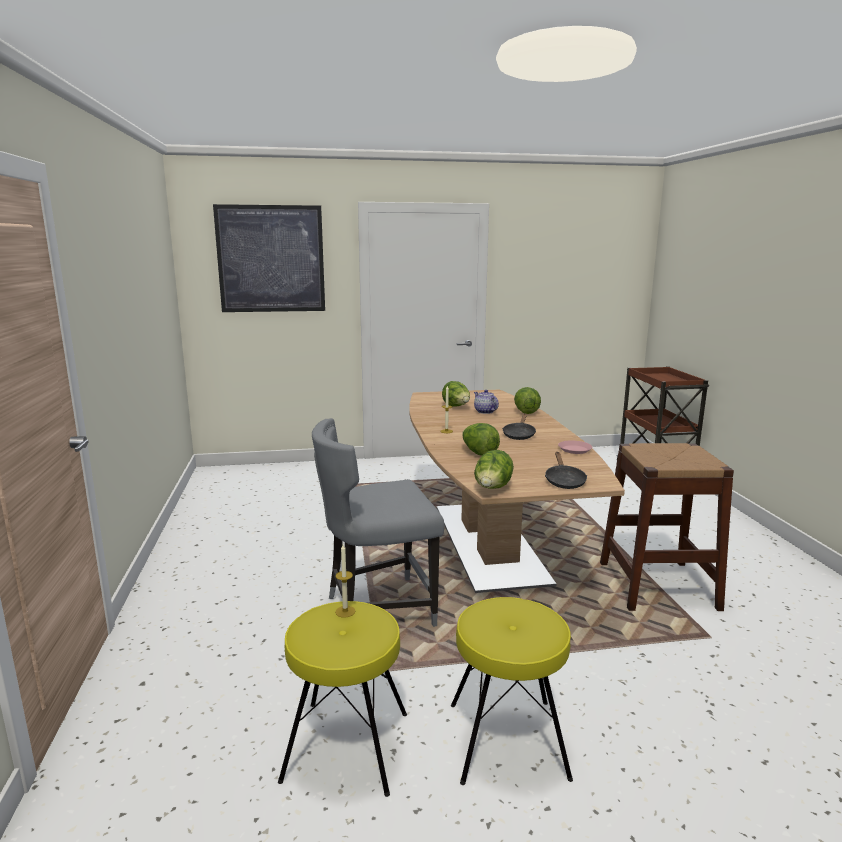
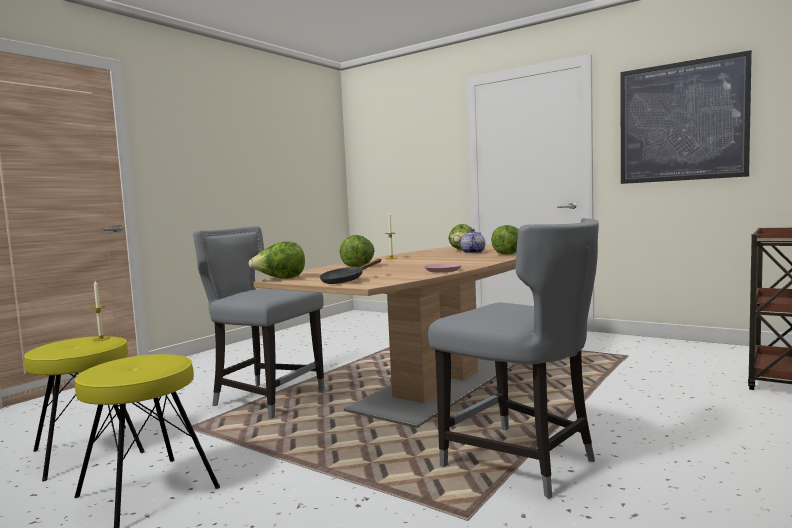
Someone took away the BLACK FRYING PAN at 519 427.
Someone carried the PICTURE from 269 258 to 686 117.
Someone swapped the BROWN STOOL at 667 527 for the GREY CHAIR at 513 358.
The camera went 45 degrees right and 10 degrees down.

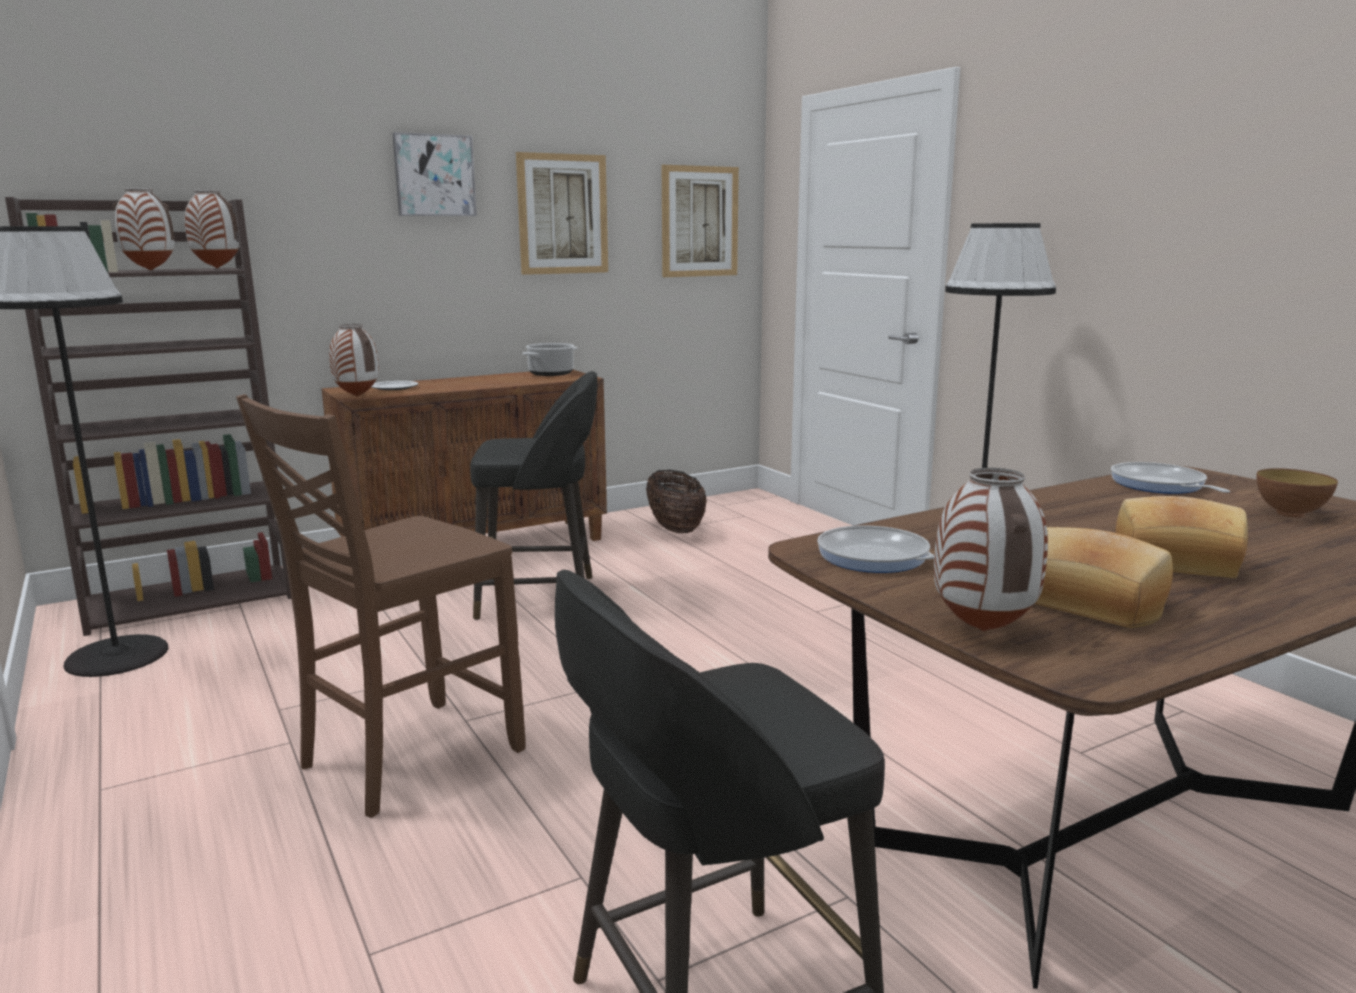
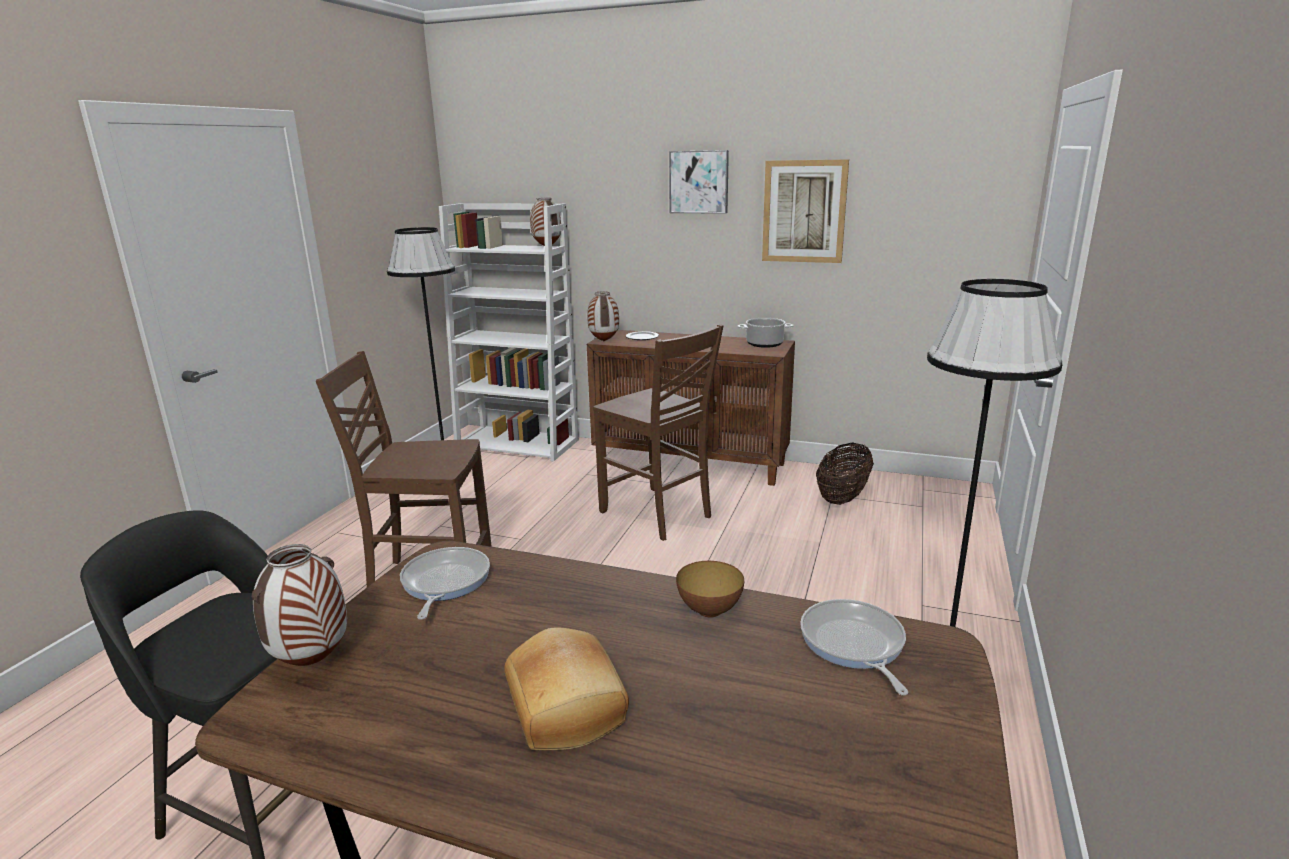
Someone took away the VASE at 144 229.
Someone took away the PICTURE at 700 221.
Someone took away the BREAD at 1104 577.
Someone carried the BOWL from 1297 492 to 710 589.
Someone swapped the BLACK STOOL at 534 495 for the BROWN CHAIR at 658 432.
Someone repainted the BROWN BOOKCASE at 148 416, which became the WHITE BOOKCASE at 509 332.
Someone rotated the FRYING PAN at 1171 478 by 45 degrees counterclockwise.
The camera went 50 degrees right and 5 degrees up.

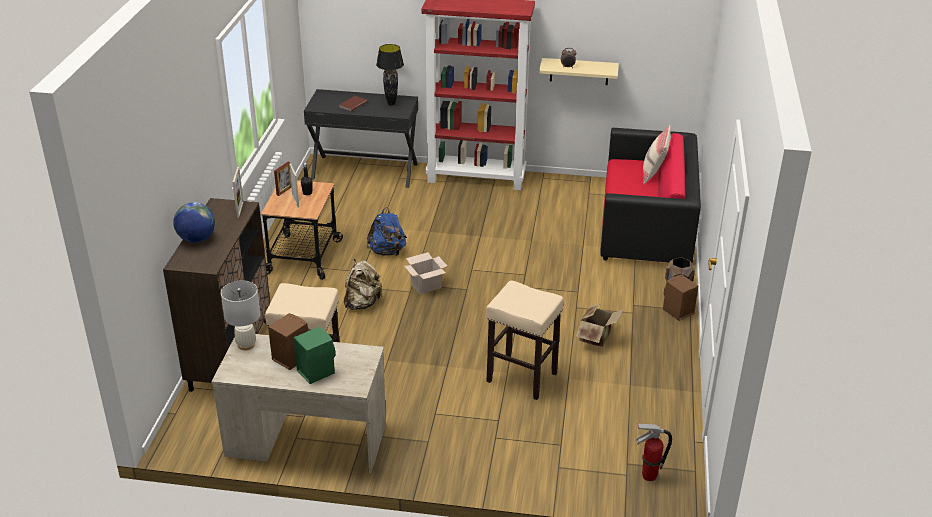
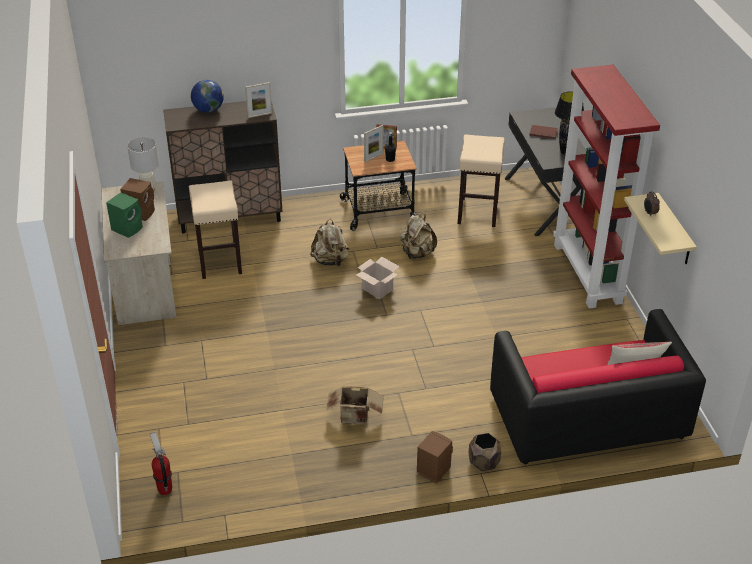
Someone carried the BEIGE STOOL from 525 340 to 481 181.
Someone repainted the BLUE BACKPACK at 387 231, which became the BEIGE BACKPACK at 418 236.
The camera went 70 degrees right and 5 degrees up.

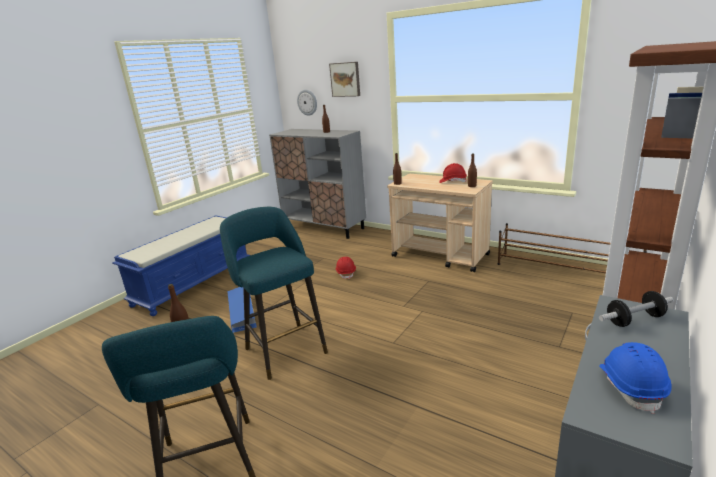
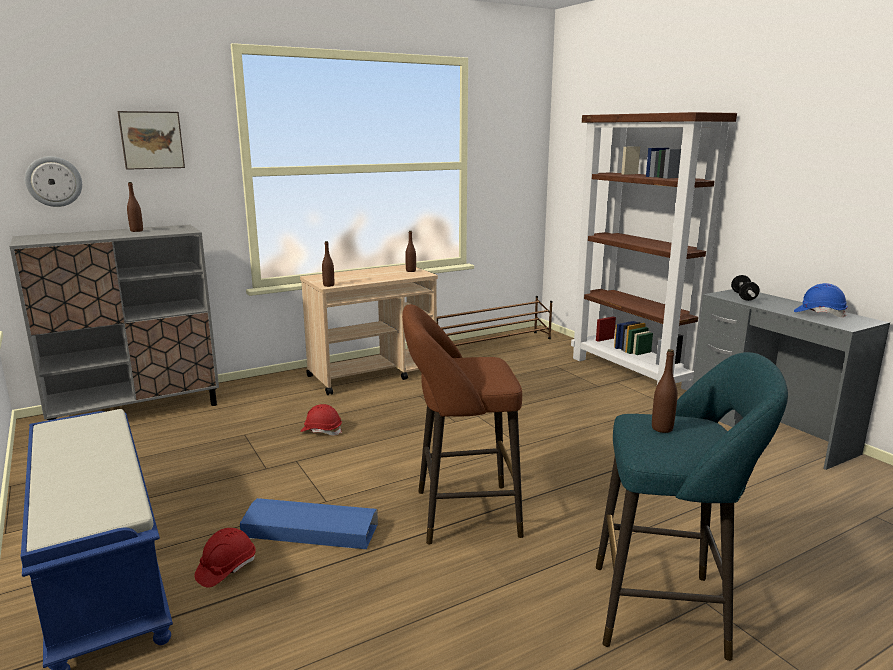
Someone carried the RED HARD HAT from 453 173 to 225 557.
Someone repainted the TURQUOISE STOOL at 274 293, which became the BROWN STOOL at 463 424.
The camera went 65 degrees left and 5 degrees down.

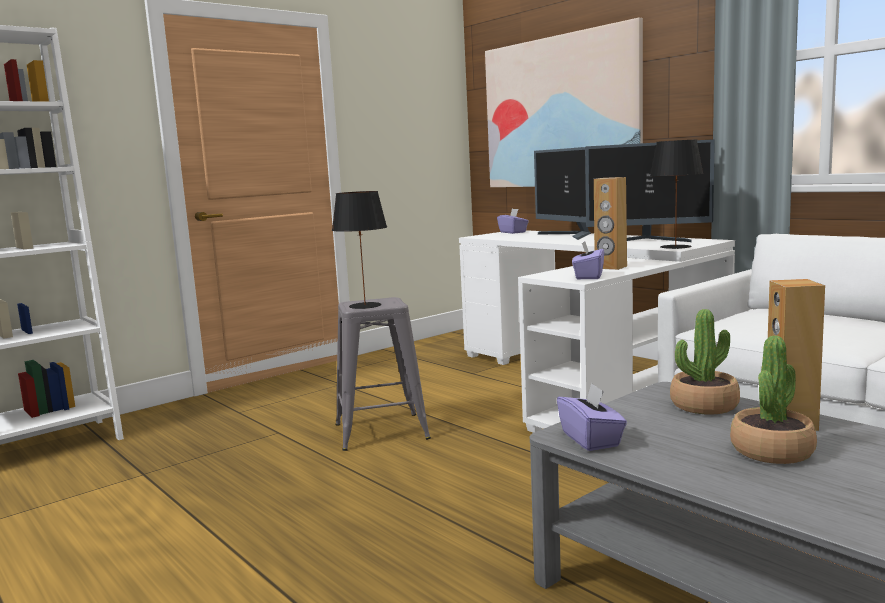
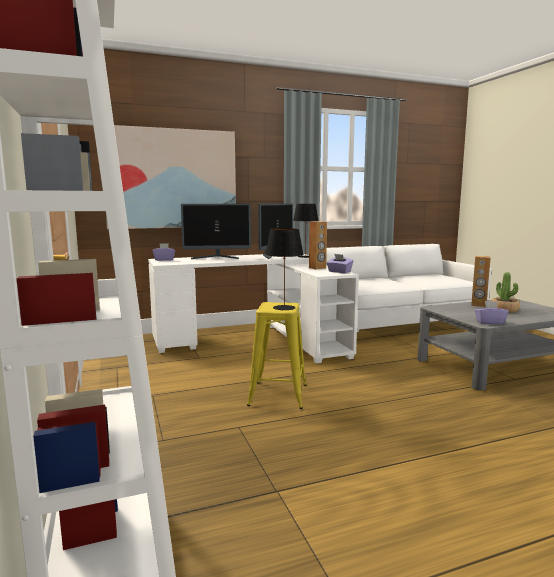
Someone took away the POTTED PLANT at 705 362.
Someone repainted the GREY STOOL at 383 374, which became the YELLOW STOOL at 276 355.
The camera went 70 degrees left and 0 degrees up.

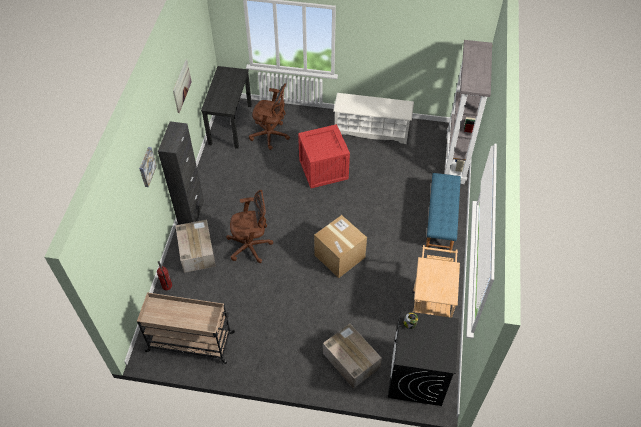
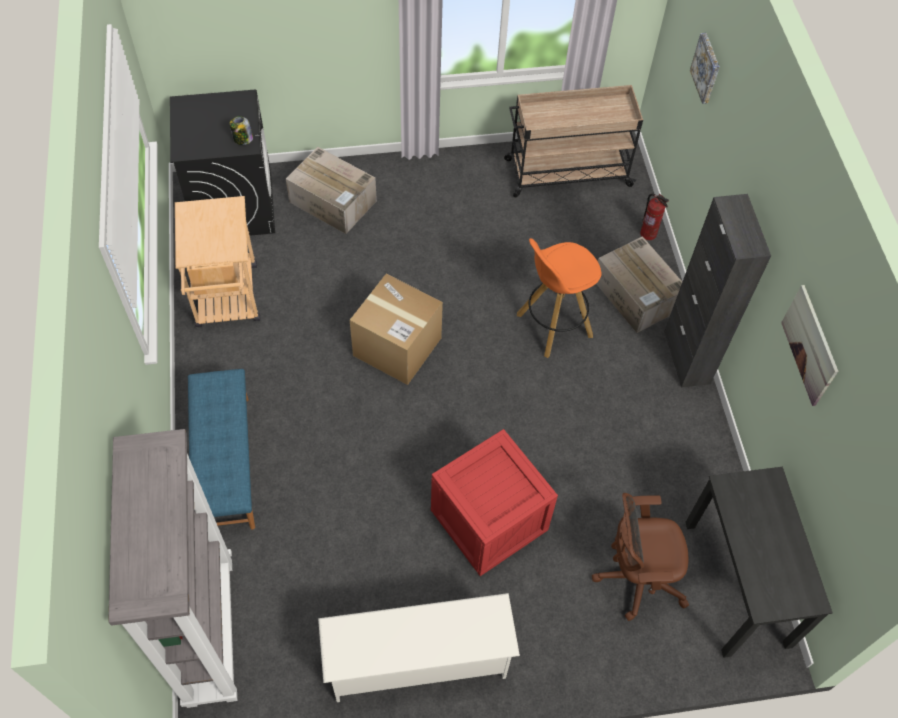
Someone carried the PICTURE from 148 167 to 705 68.
Someone swapped the BROWN OFFICE CHAIR at 249 226 for the ORANGE STOOL at 559 298.
The camera went 160 degrees right and 5 degrees up.

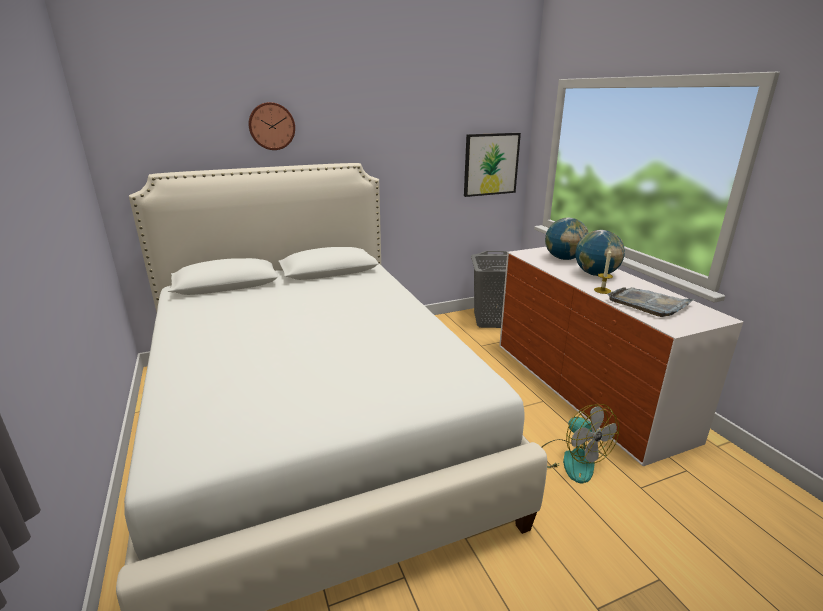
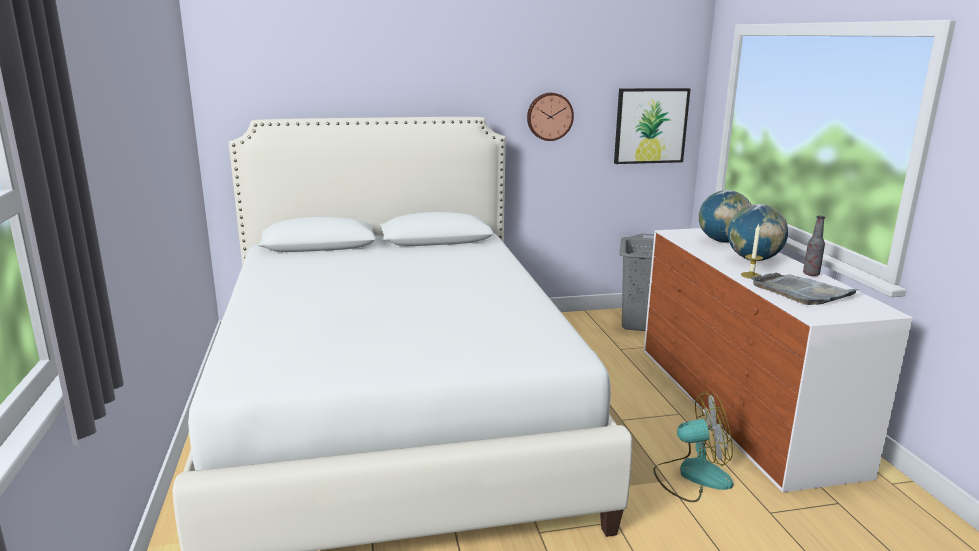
Someone put down the BOTTLE at 814 245.
Someone carried the WALL CLOCK from 271 126 to 550 117.
Someone rotated the FAN at 580 443 by 75 degrees counterclockwise.
The camera went 10 degrees right and 5 degrees down.

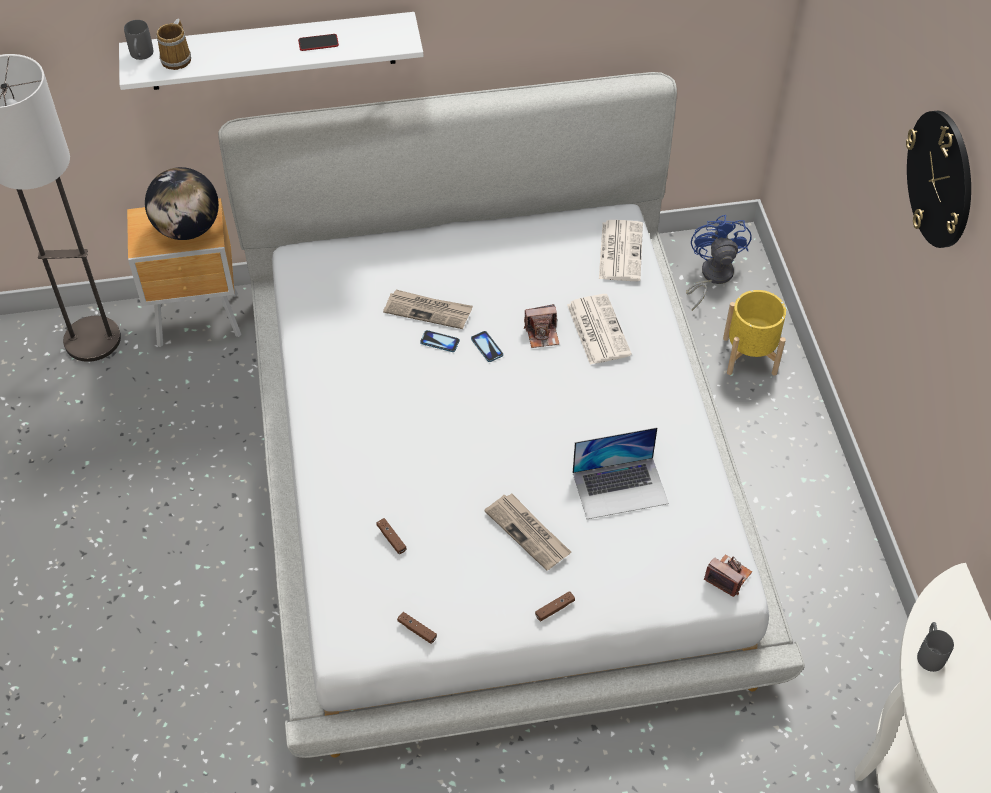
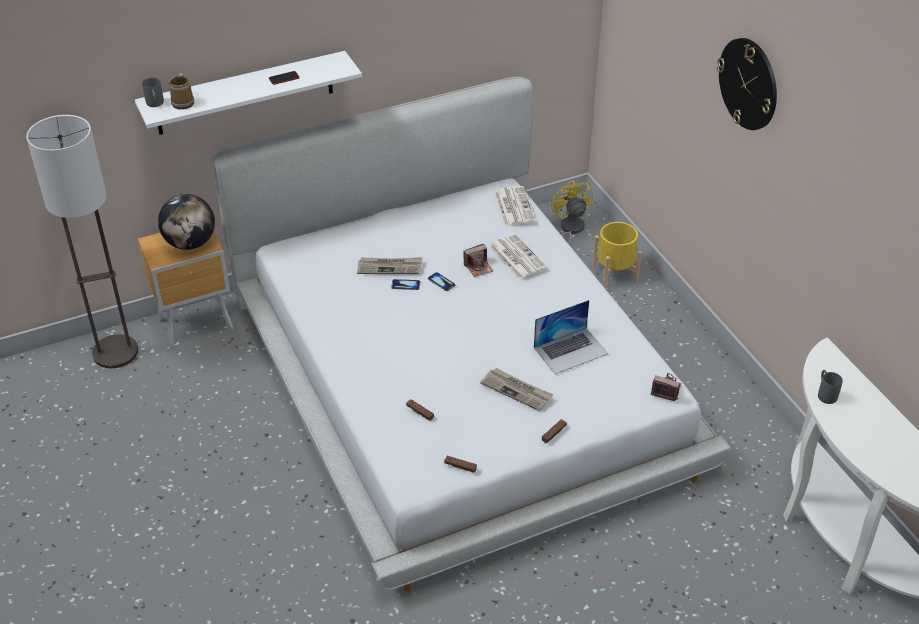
Someone repainted the BLUE FAN at 719 263, which became the YELLOW FAN at 572 212.
The camera went 15 degrees left and 10 degrees down.

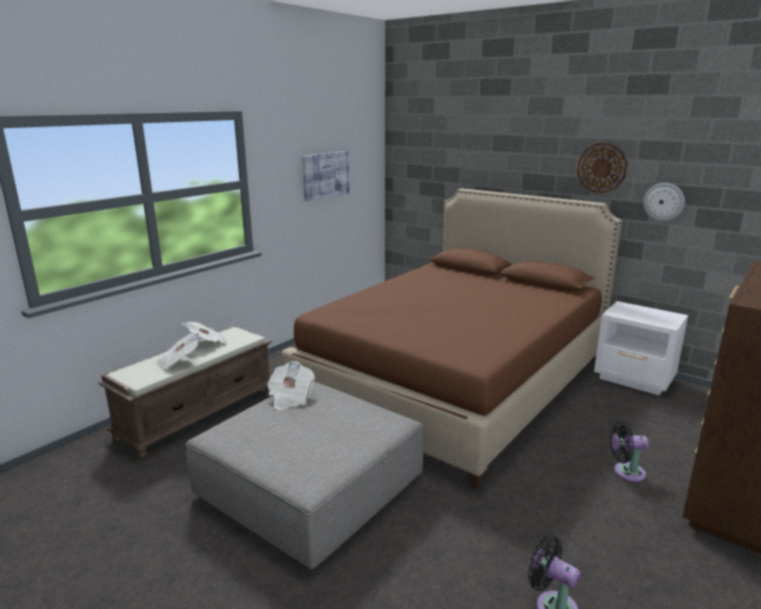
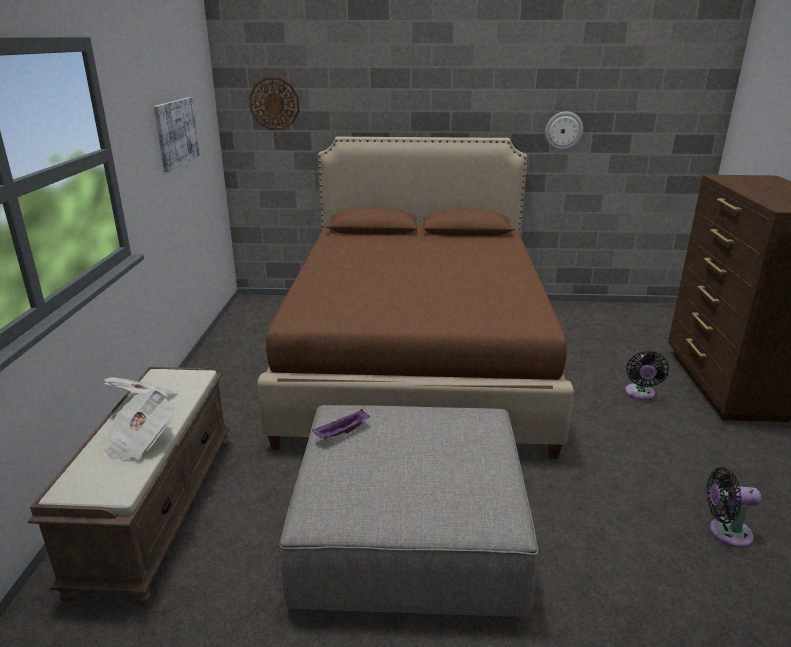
Someone took away the WHITE NIGHTSTAND at 641 348.
Someone carried the WALL CLOCK from 602 168 to 274 103.
Someone swapped the NEWSPAPER at 291 385 for the PURPLE TRAY at 341 424.
Someone rotated the BLACK FAN at 629 452 by 45 degrees counterclockwise.
The camera went 35 degrees left and 5 degrees up.

